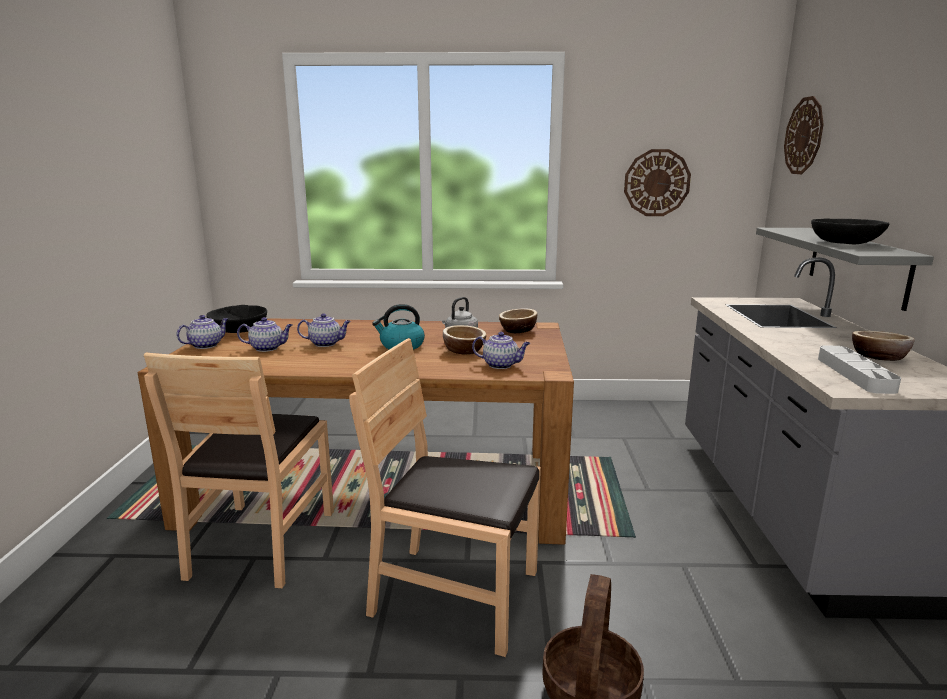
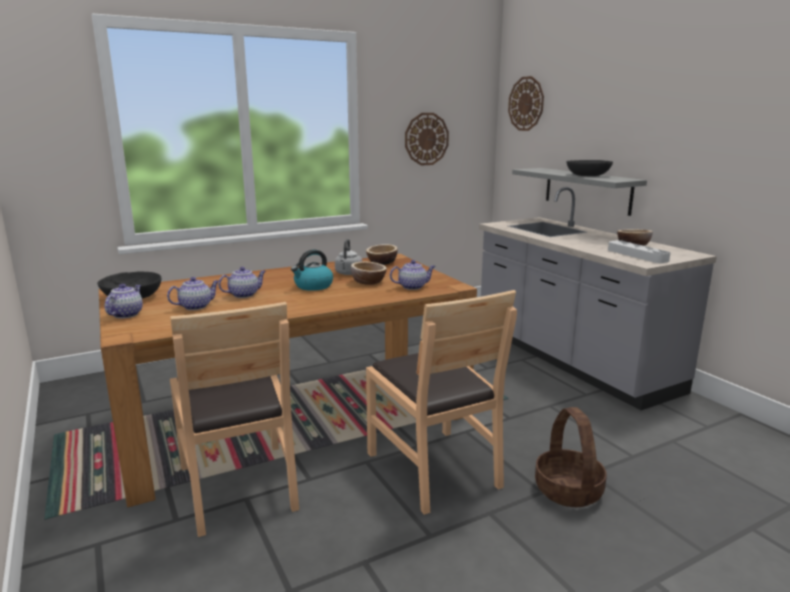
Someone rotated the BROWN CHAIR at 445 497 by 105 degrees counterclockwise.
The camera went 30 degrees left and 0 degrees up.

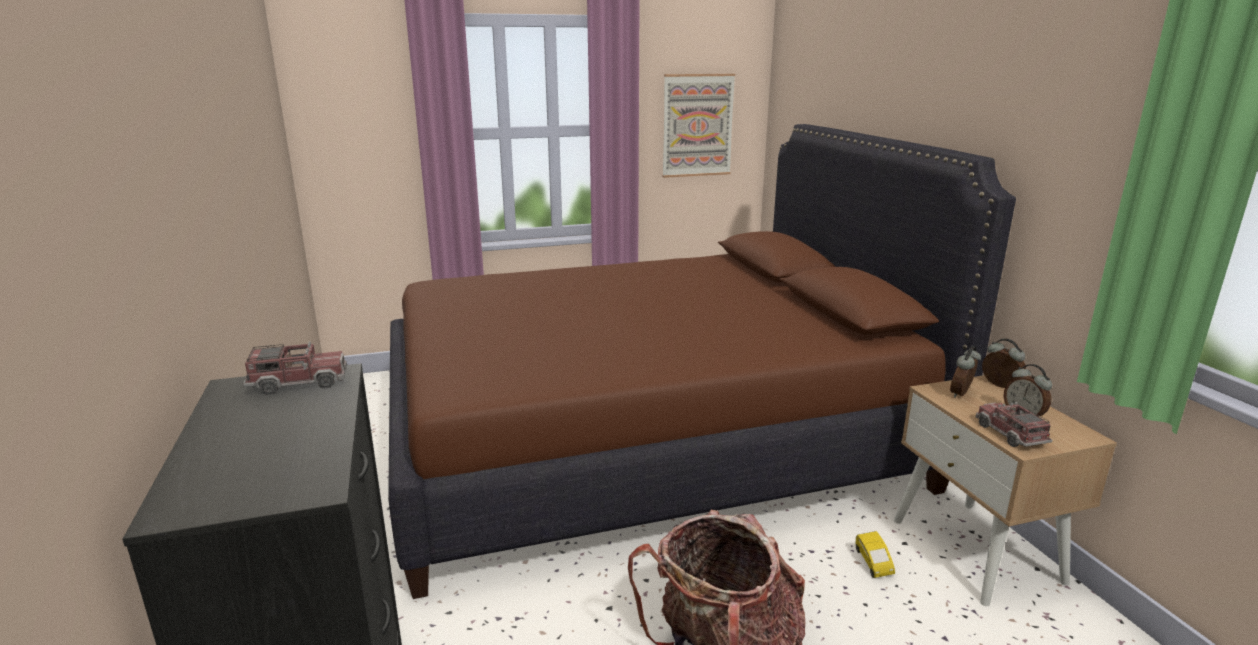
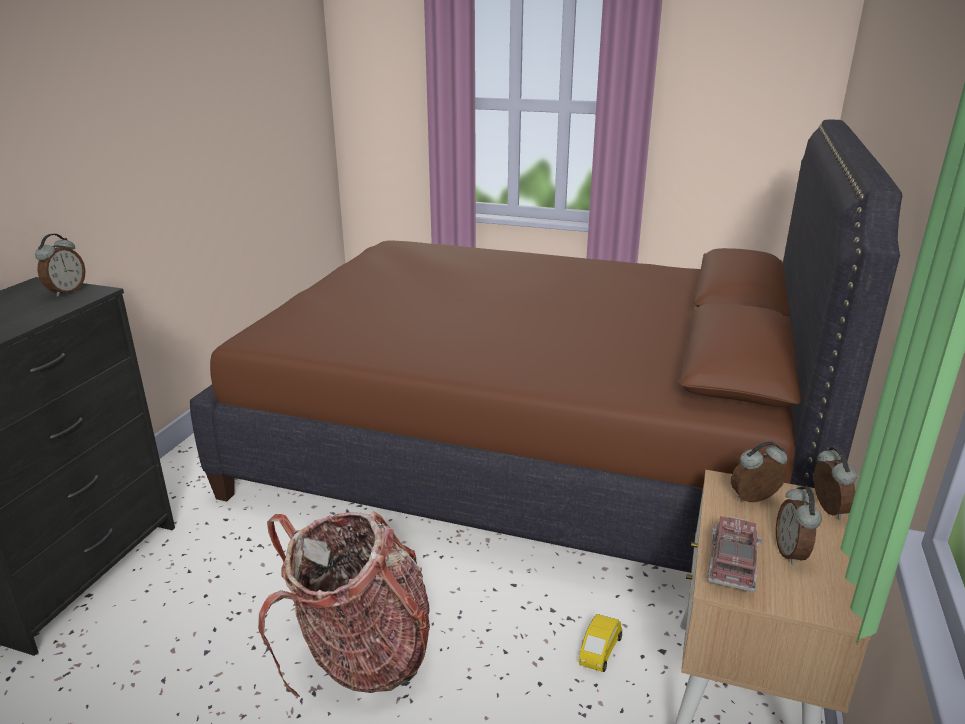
Someone took away the PICTURE at 698 126.
Someone swapped the TOY TRUCK at 295 368 for the ALARM CLOCK at 60 265.
The camera went 35 degrees right and 5 degrees up.

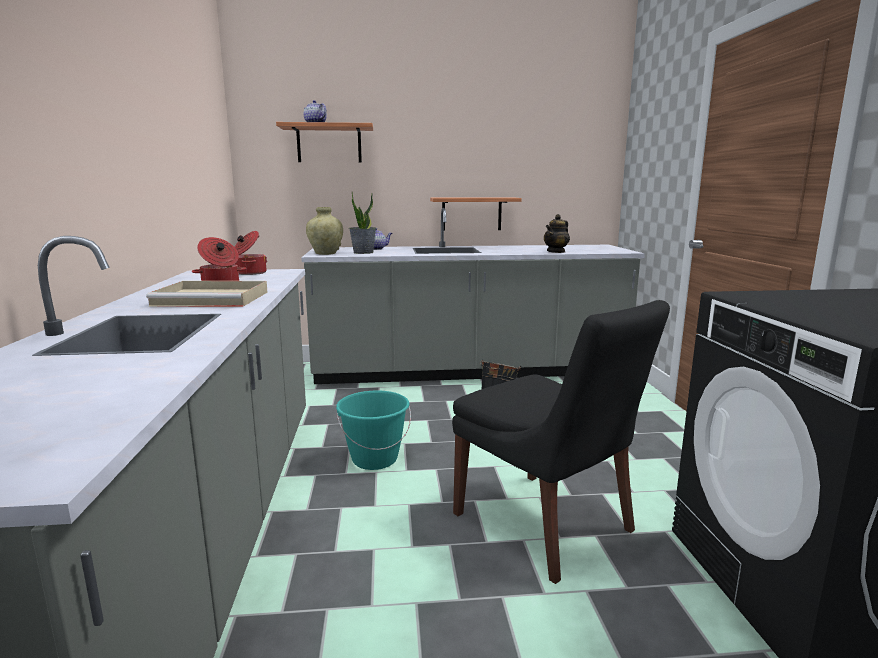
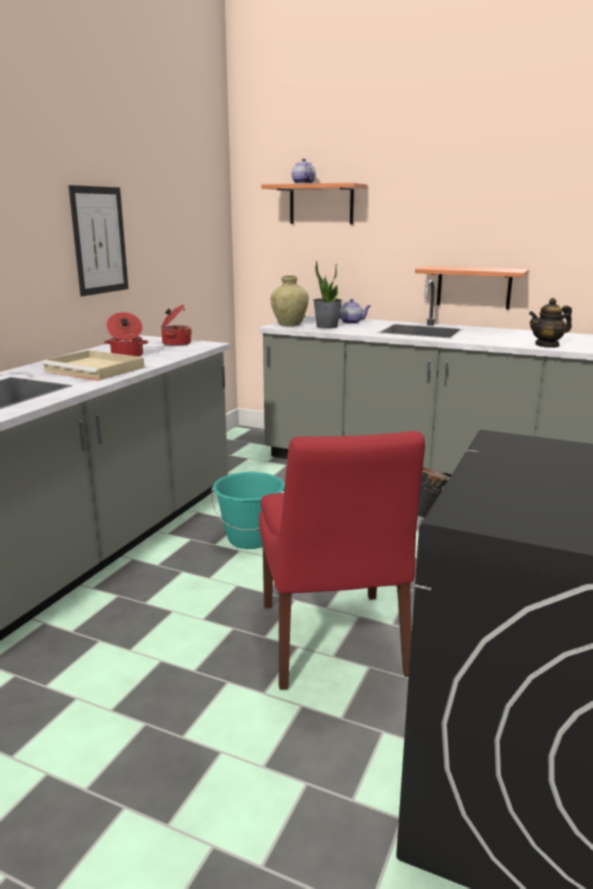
Someone put up the PICTURE at 98 240.
Someone repainted the BLACK CHAIR at 561 442, which became the RED CHAIR at 342 560.
The camera went 30 degrees right and 5 degrees up.

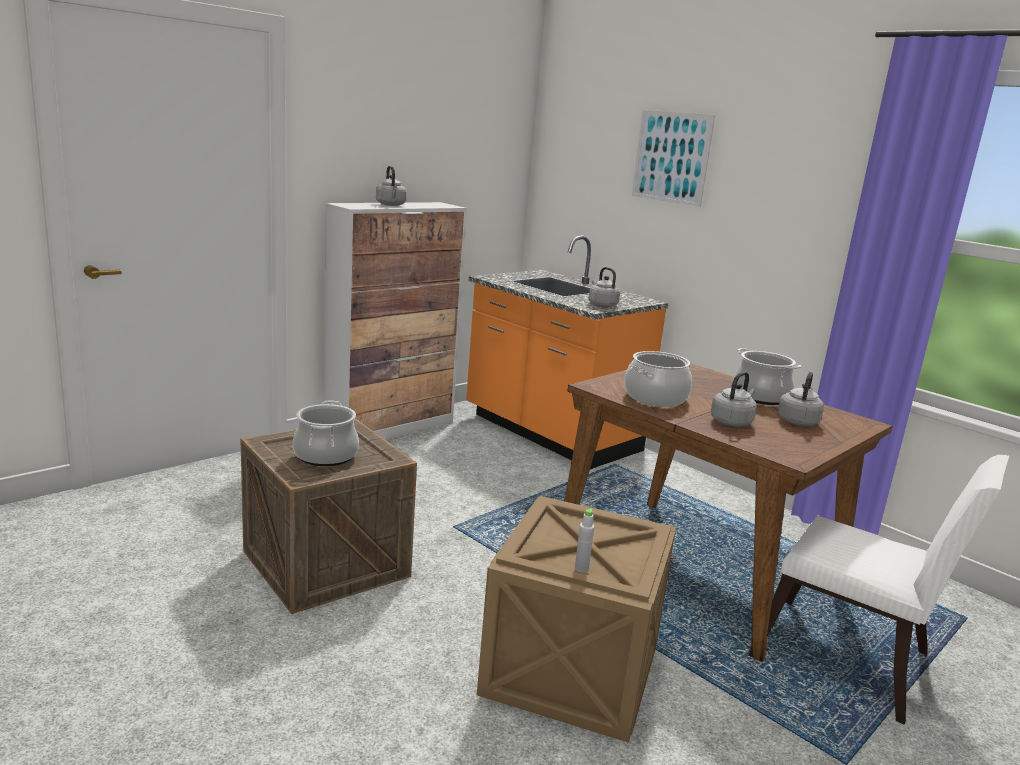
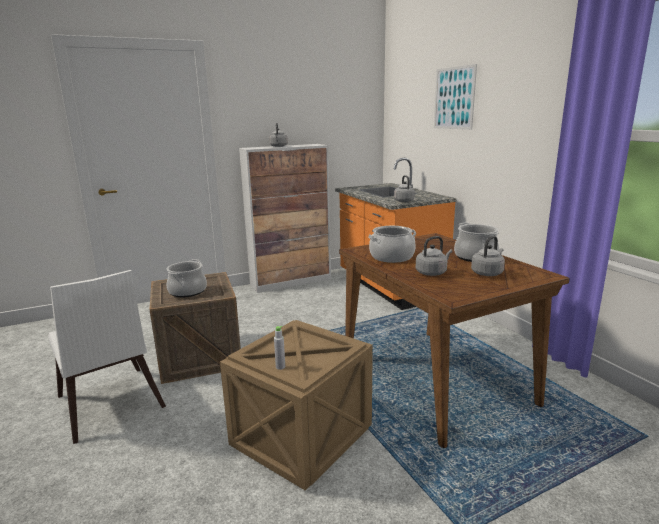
Someone carried the WHITE CHAIR from 878 590 to 107 357.
The camera went 20 degrees right and 0 degrees up.

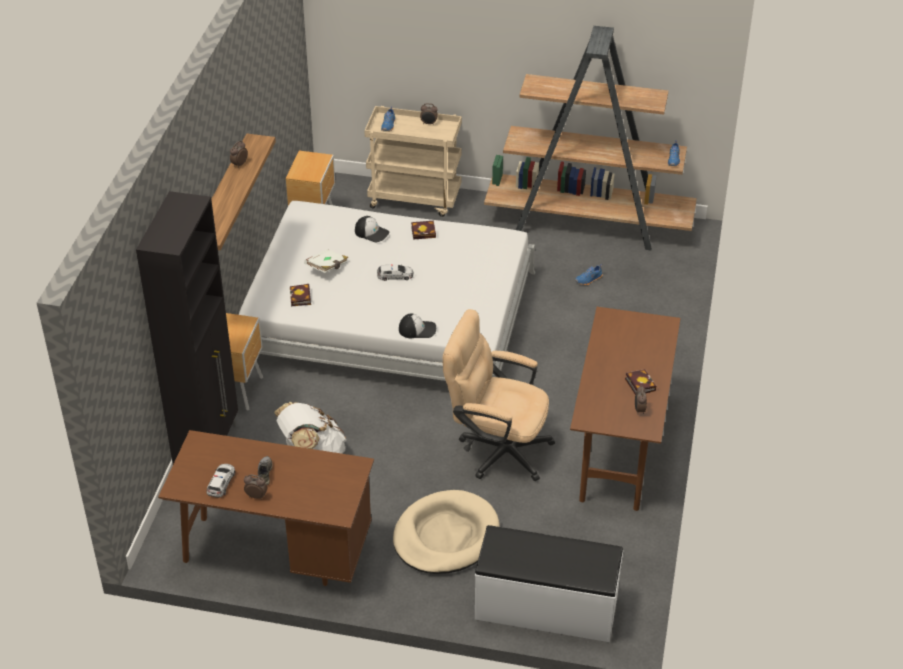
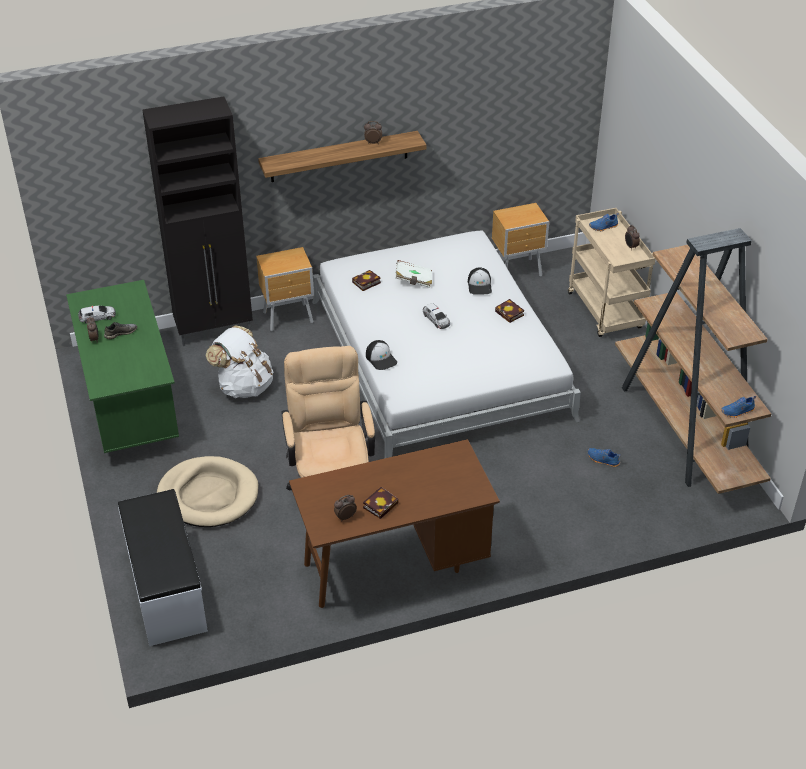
Someone repainted the BROWN DESK at 266 508, which became the GREEN DESK at 122 366.
The camera went 60 degrees right and 0 degrees up.

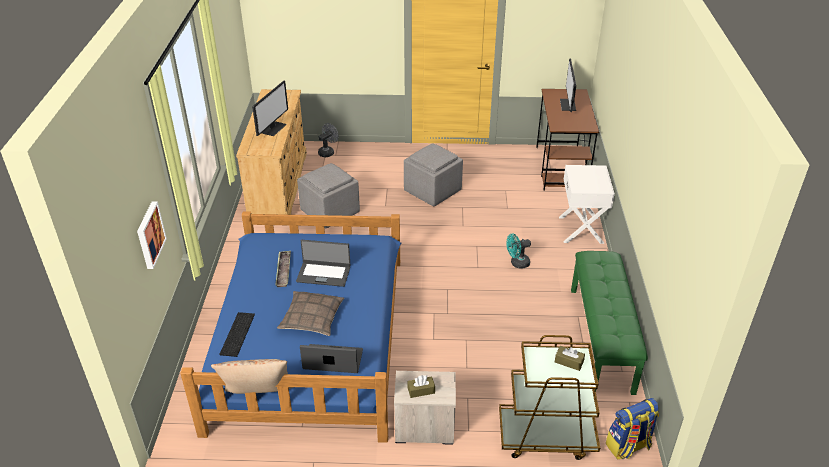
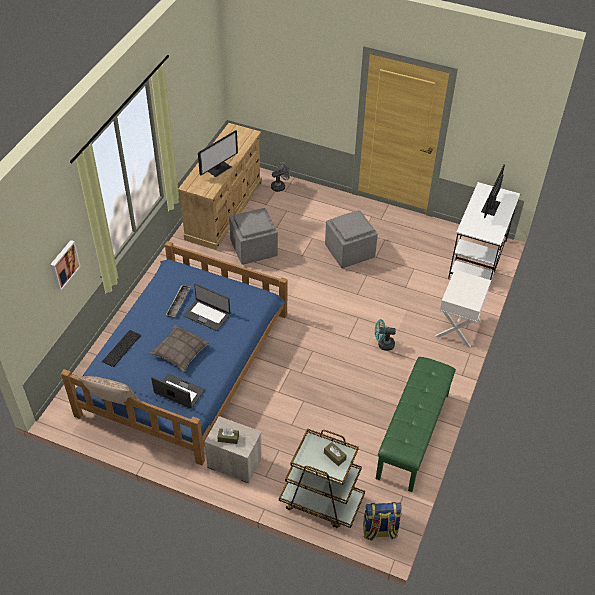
Someone repainted the BROWN DESK at 567 140, which became the WHITE DESK at 484 233.
The camera went 20 degrees right and 10 degrees up.

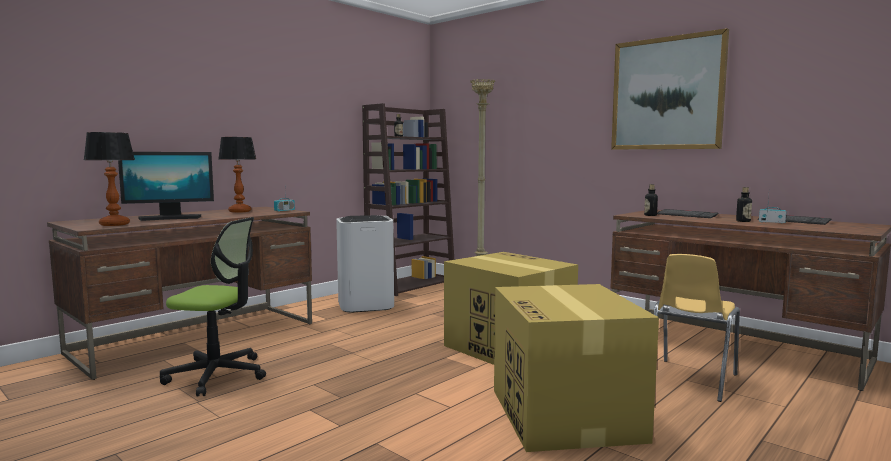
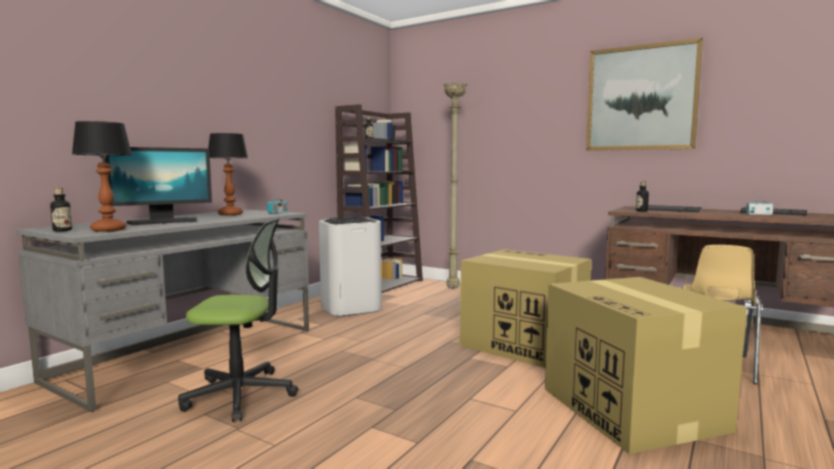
Someone carried the BOTTLE from 744 204 to 61 209.
Someone repainted the BROWN DESK at 179 293, which became the GREY DESK at 162 310.
The camera went 10 degrees left and 0 degrees up.

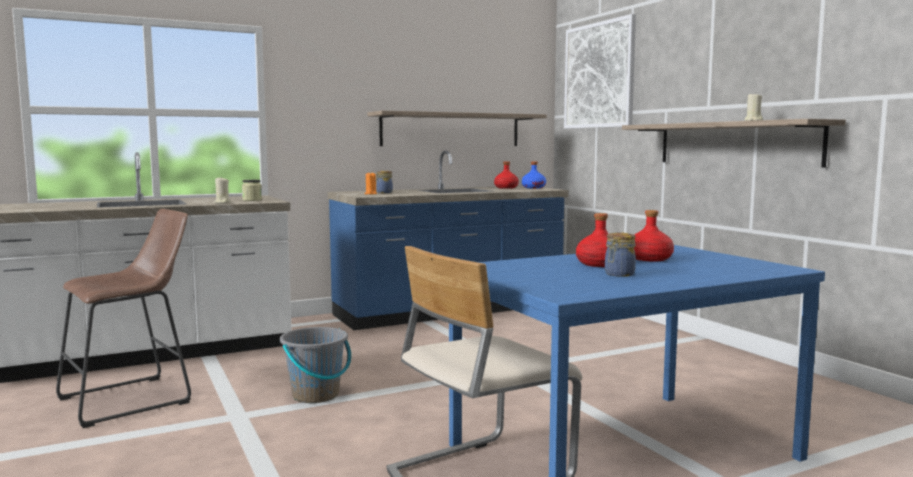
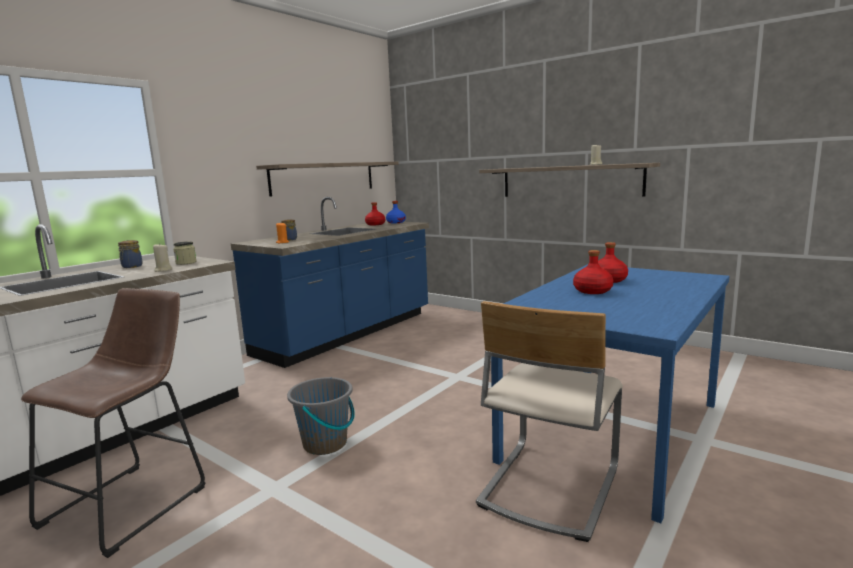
Someone took away the PICTURE at 600 71.
Someone carried the JAR from 620 254 to 130 254.
The camera went 25 degrees left and 5 degrees up.

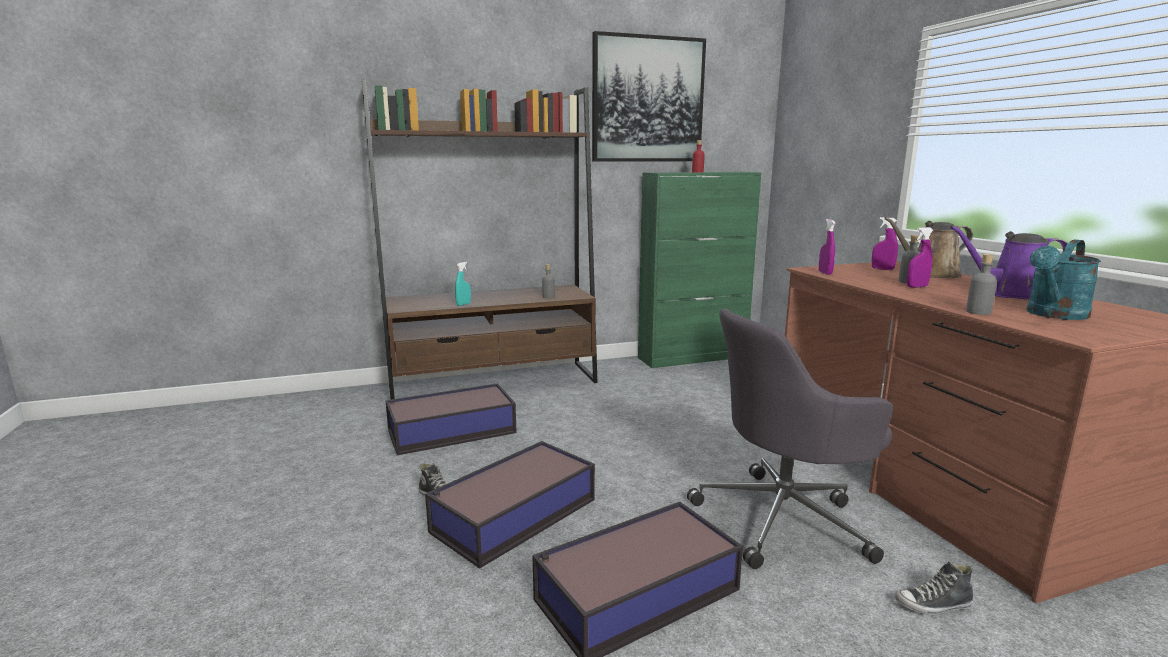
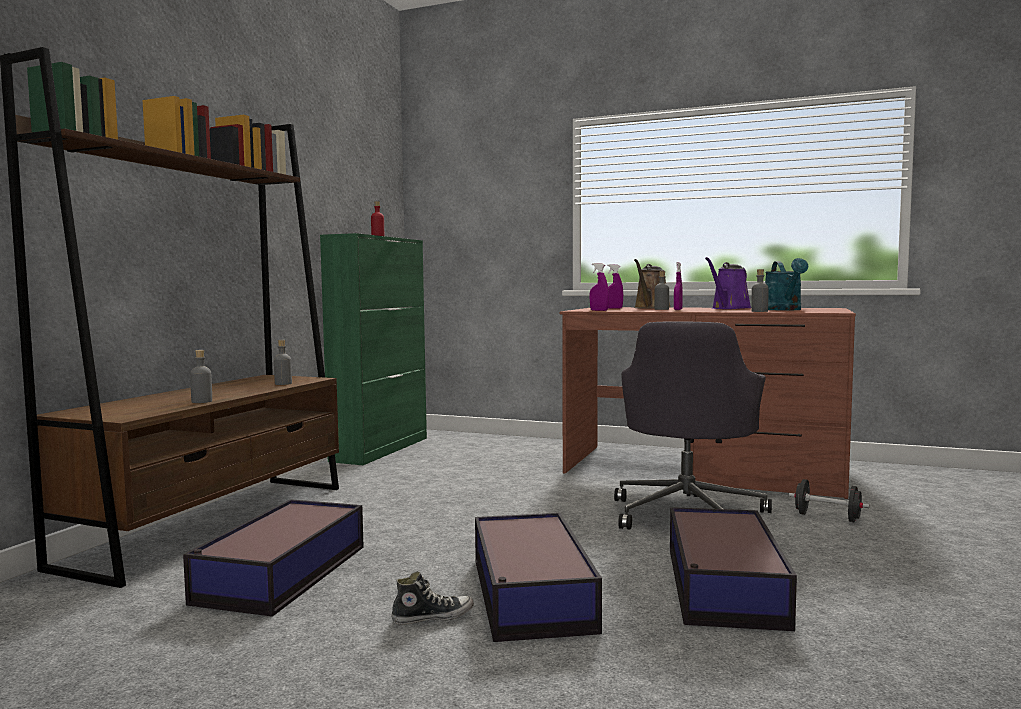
Someone took away the PICTURE at 649 96.
Someone swapped the TURQUOISE SPRAY BOTTLE at 463 284 for the GREY BOTTLE at 201 376.
Someone swapped the SHOE at 934 588 for the BLACK DUMBBELL at 829 500.
The camera went 50 degrees left and 10 degrees down.

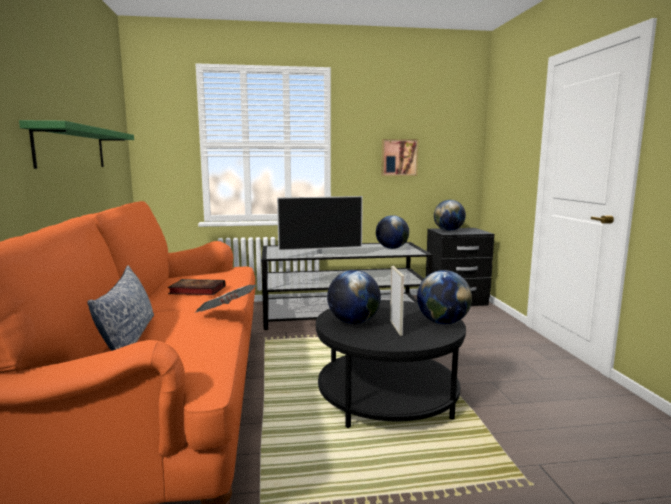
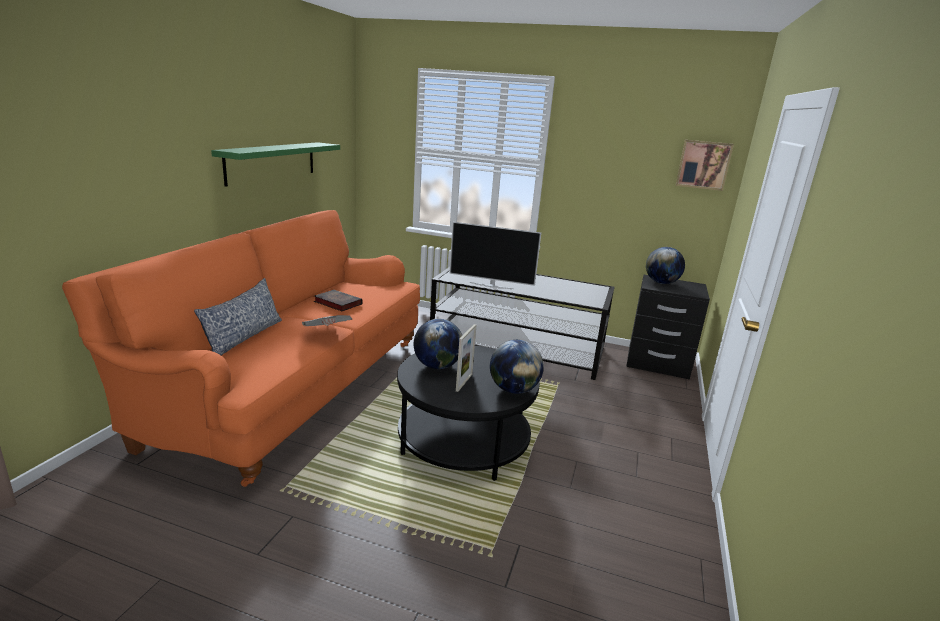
Someone took away the GLOBE at 392 232.
Someone carried the PICTURE from 400 157 to 705 165.
The camera went 25 degrees right and 10 degrees up.

